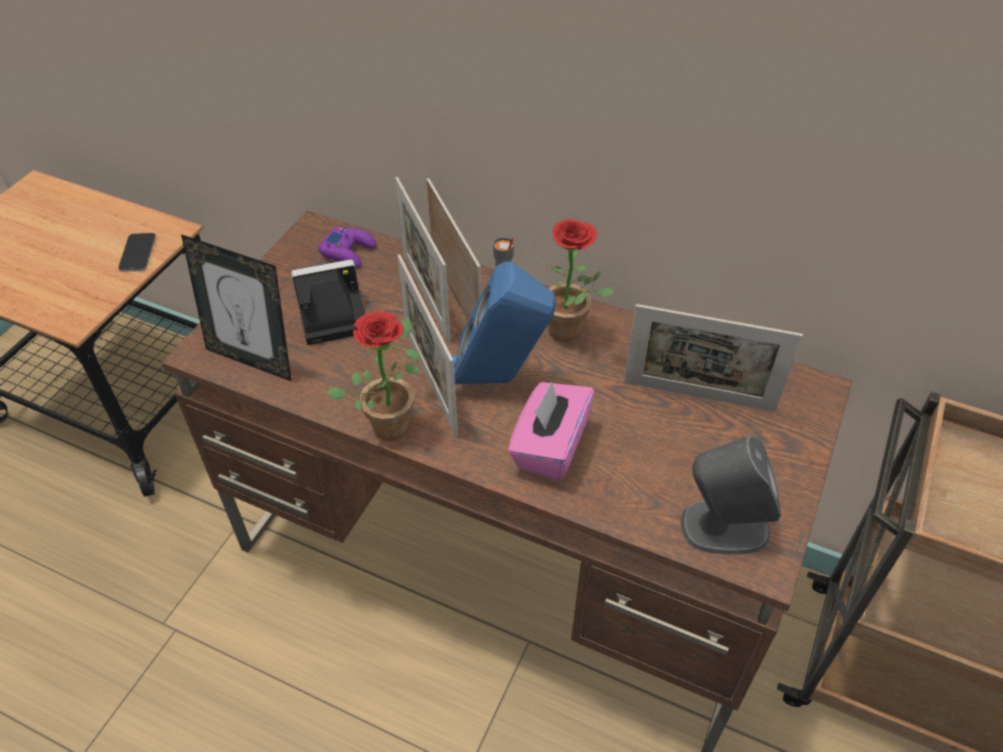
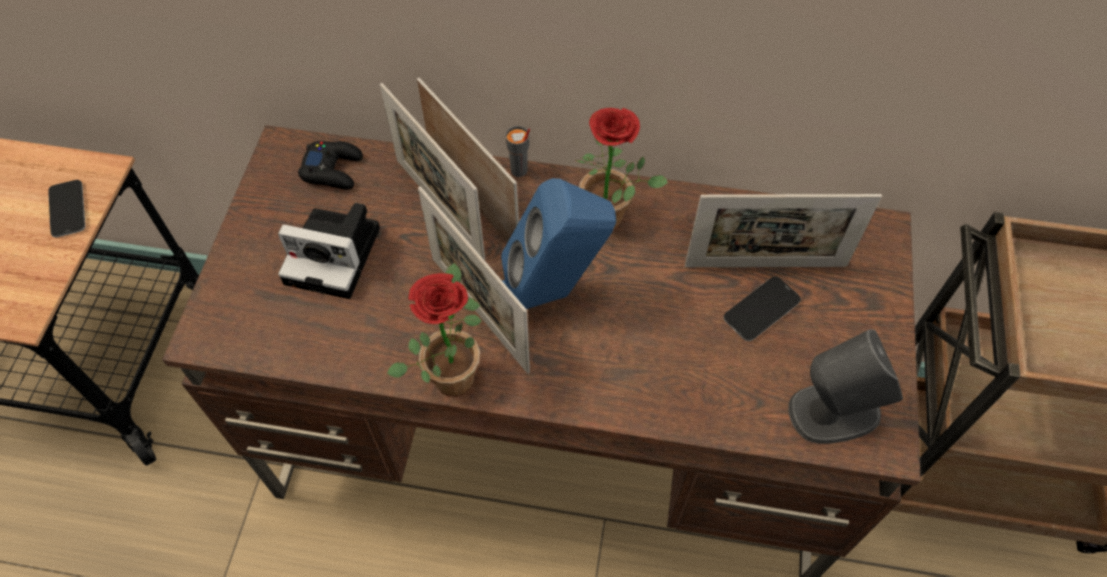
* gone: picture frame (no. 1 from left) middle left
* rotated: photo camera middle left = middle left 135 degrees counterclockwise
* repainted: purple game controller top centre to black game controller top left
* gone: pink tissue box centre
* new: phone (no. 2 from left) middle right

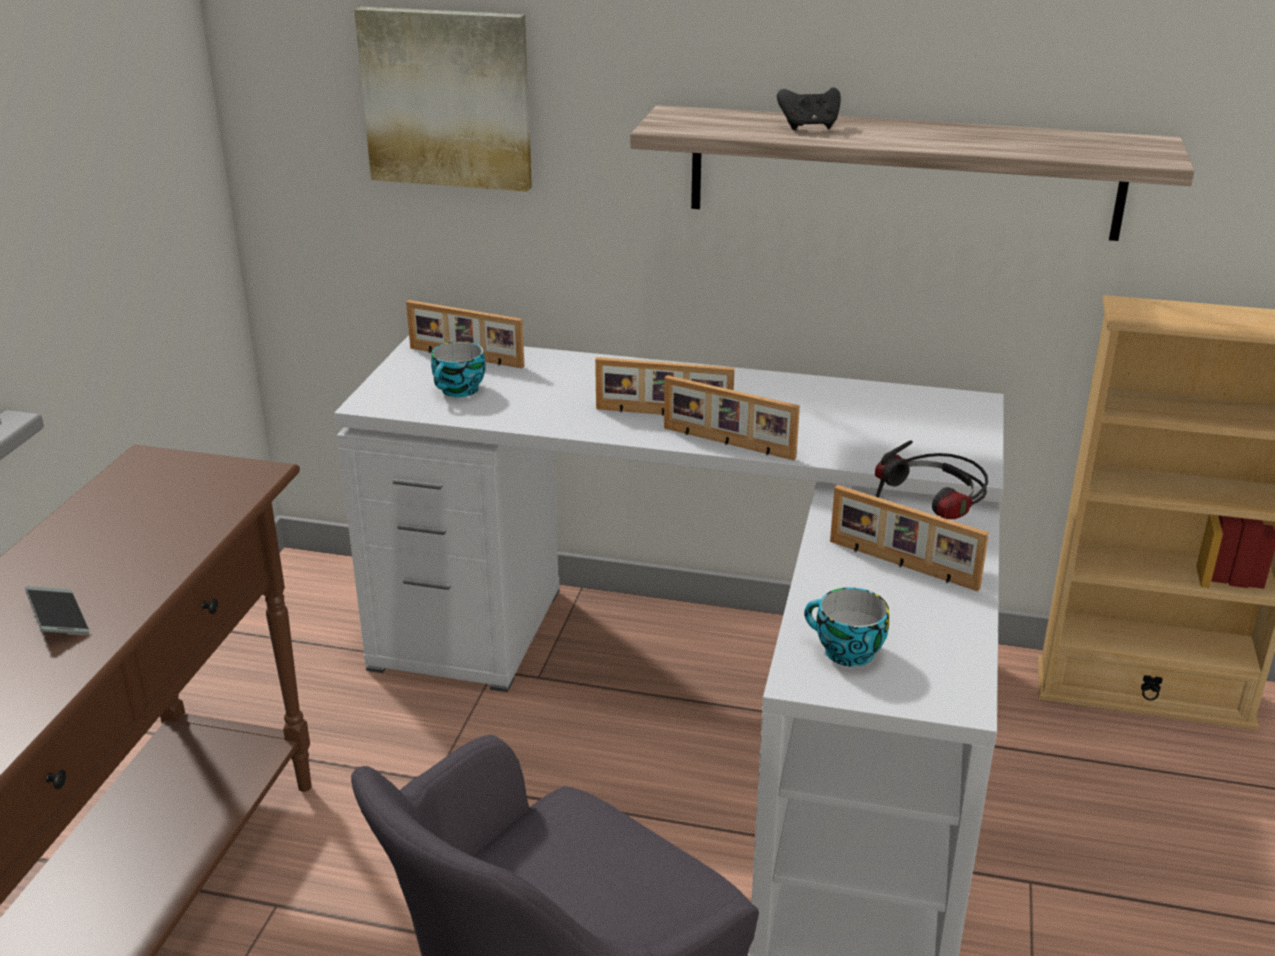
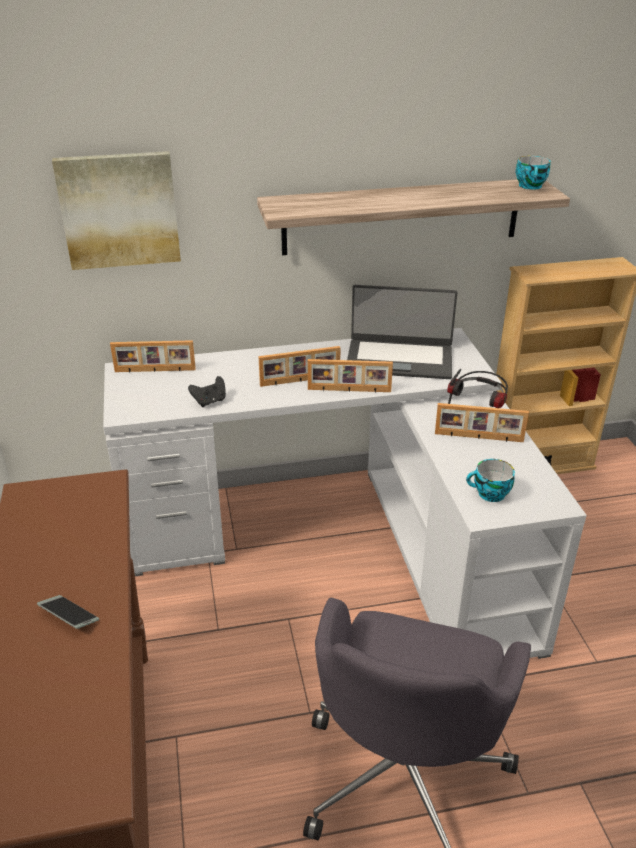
* shifted: cup (no. 1 from left in the first image) centre to cup (no. 2 from left) top right
* shifted: black game controller top centre to middle left
* new: laptop centre

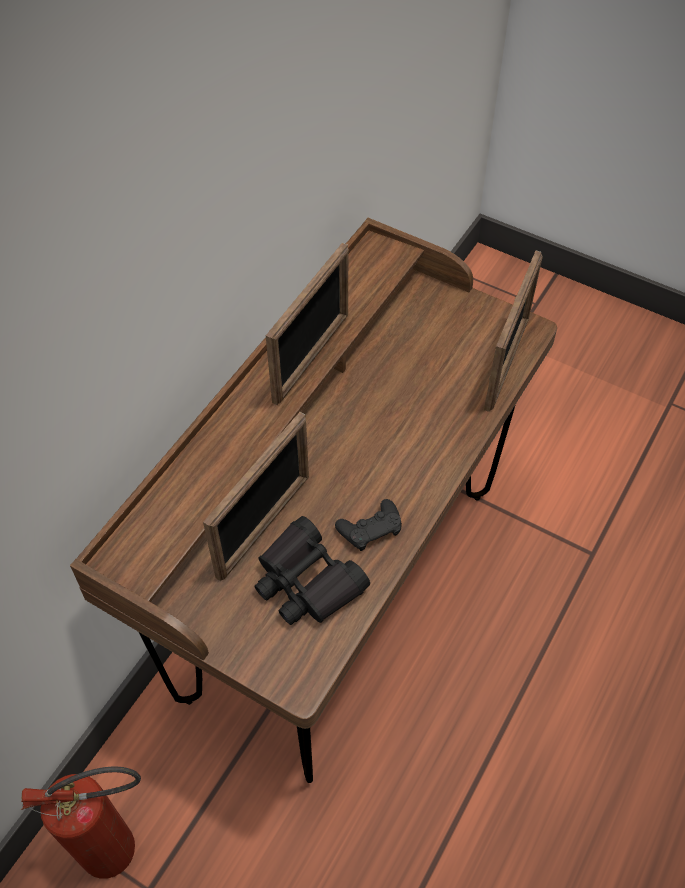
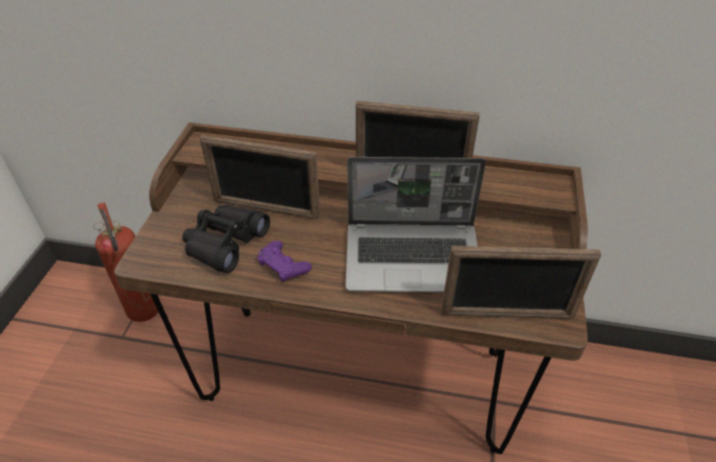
* repainted: black game controller centre to purple game controller centre
* new: laptop centre

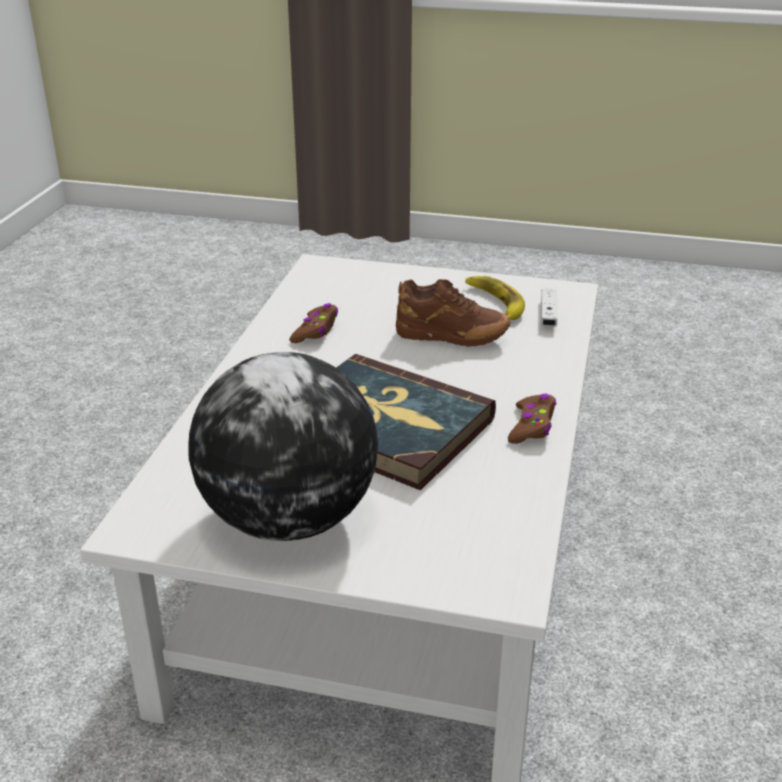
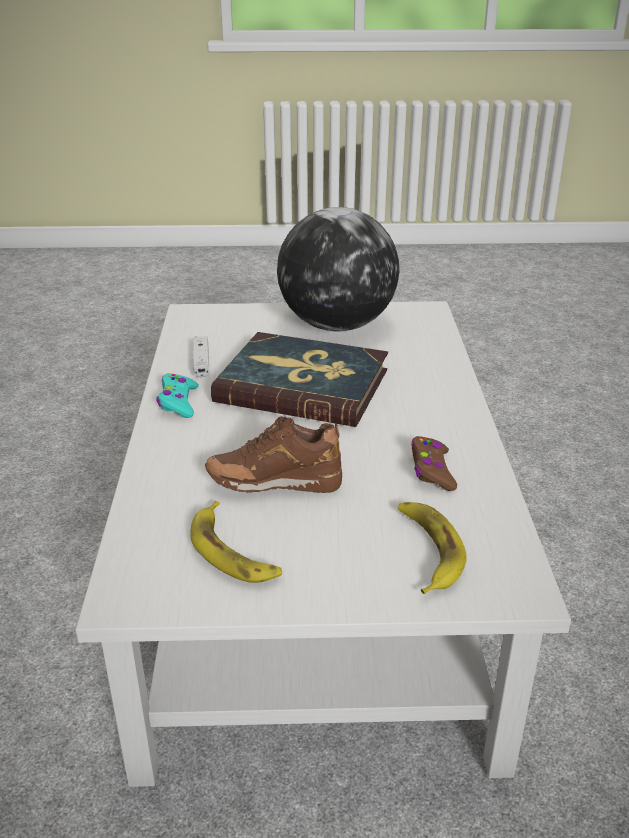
* repainted: brown game controller (no. 2 from left) middle right to turquoise game controller middle left
* shifted: white game controller middle right to middle left
* new: banana (no. 2 from left) middle right

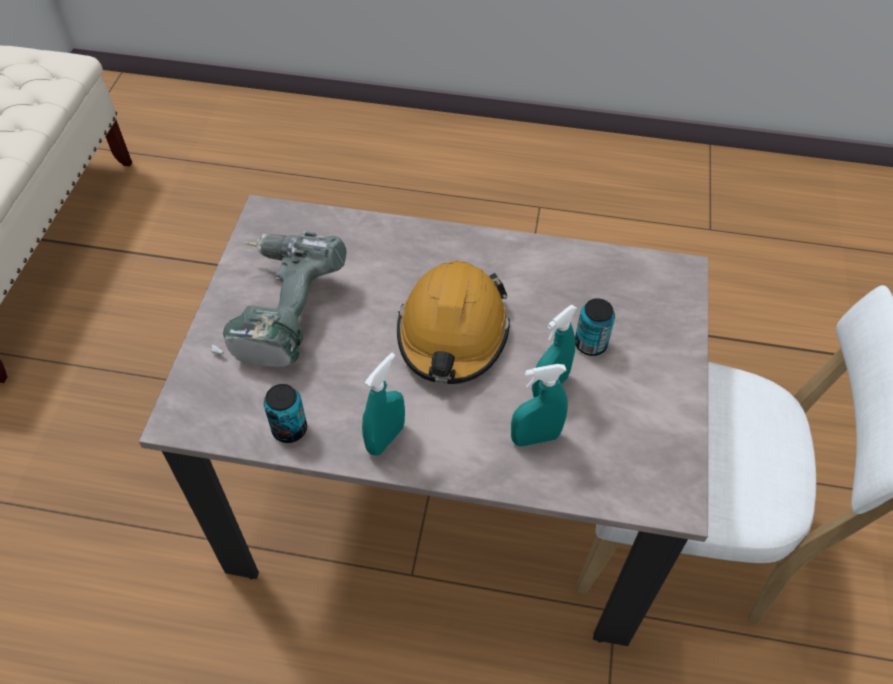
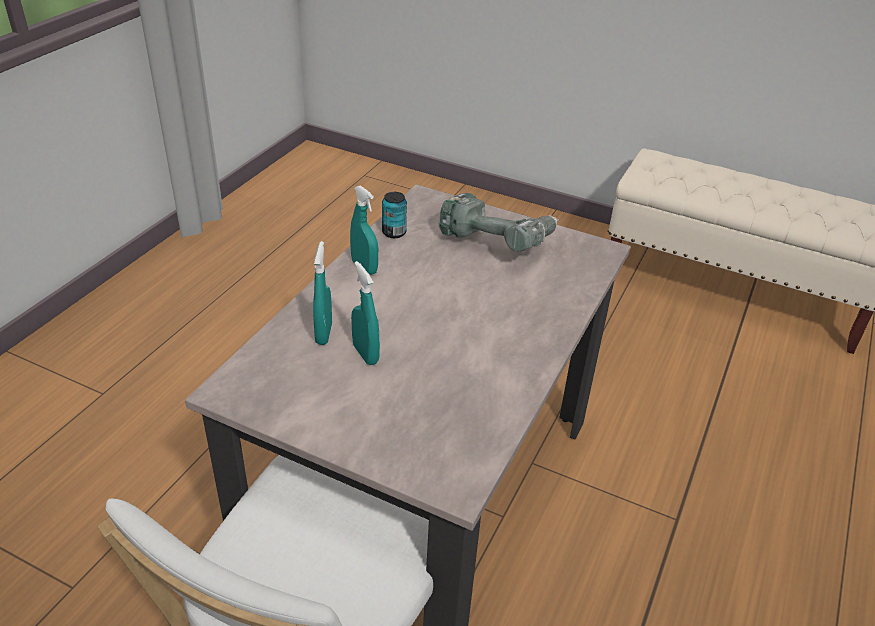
* gone: orange hard hat centre
* gone: can (no. 2 from left) centre

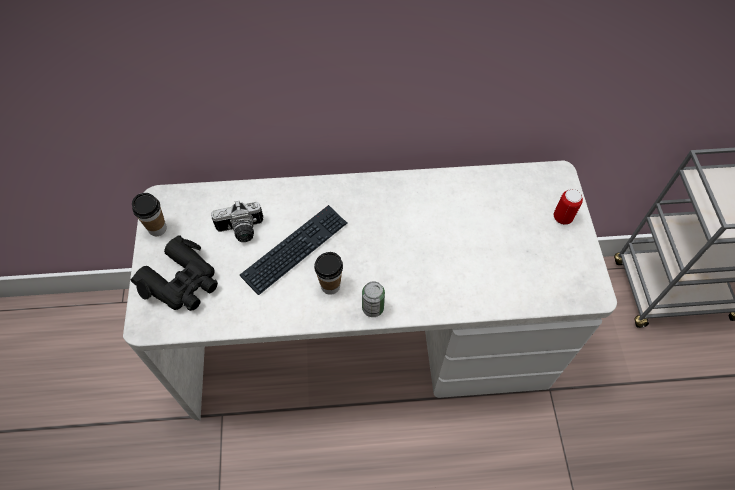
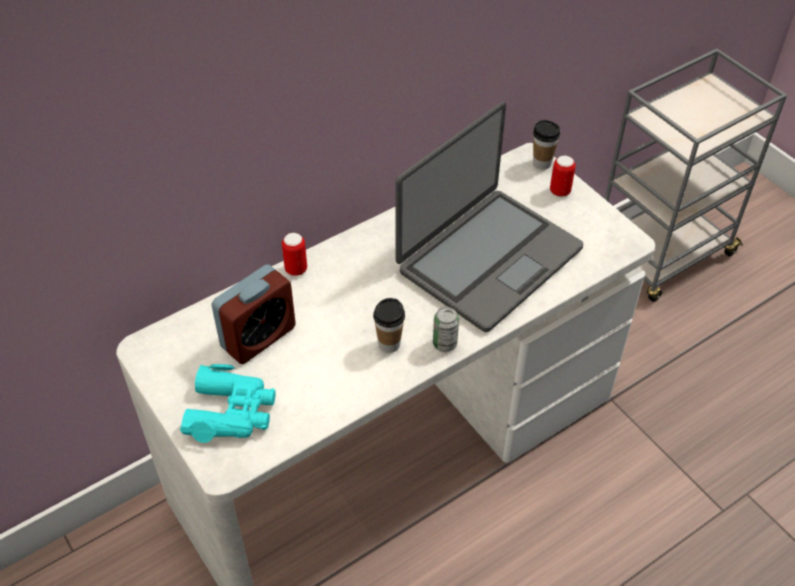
* repainted: black binoculars middle left to turquoise binoculars bottom left
* shifted: cup (no. 1 from left in the first image) middle left to cup (no. 2 from left) top right
* swapped: photo camera middle left to alarm clock middle left
* gone: keyboard centre
* new: can (no. 1 from left) centre
* new: laptop centre

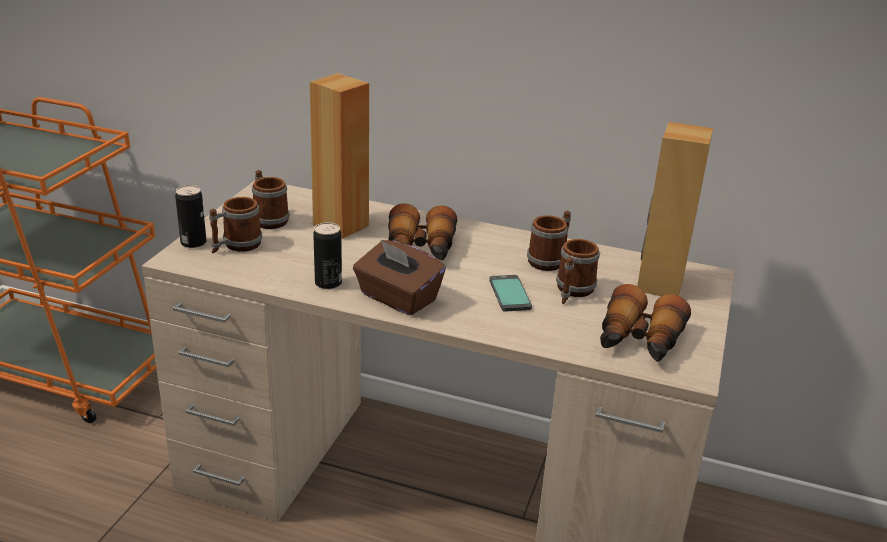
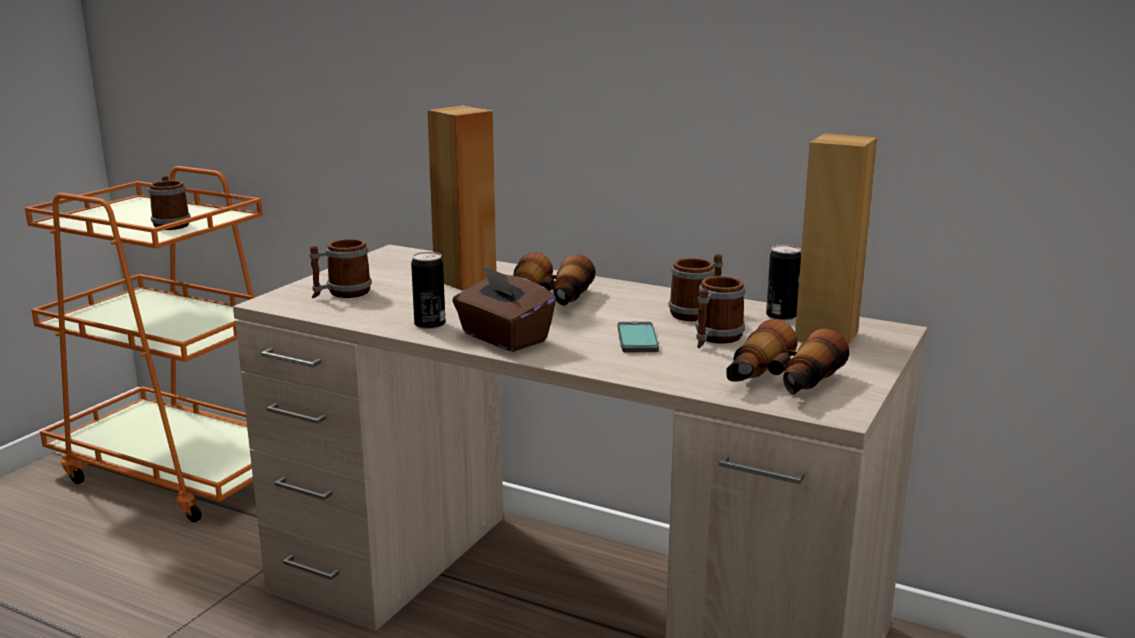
* shifted: can (no. 1 from left in the first image) middle left to can (no. 2 from left) middle right
* shifted: mug (no. 2 from left in the first image) middle left to mug (no. 1 from left) top left

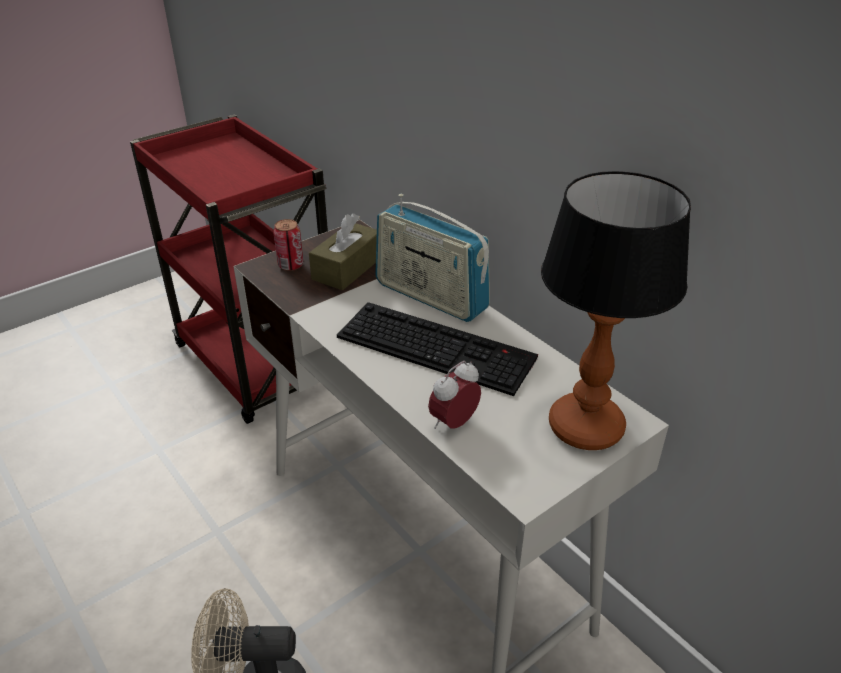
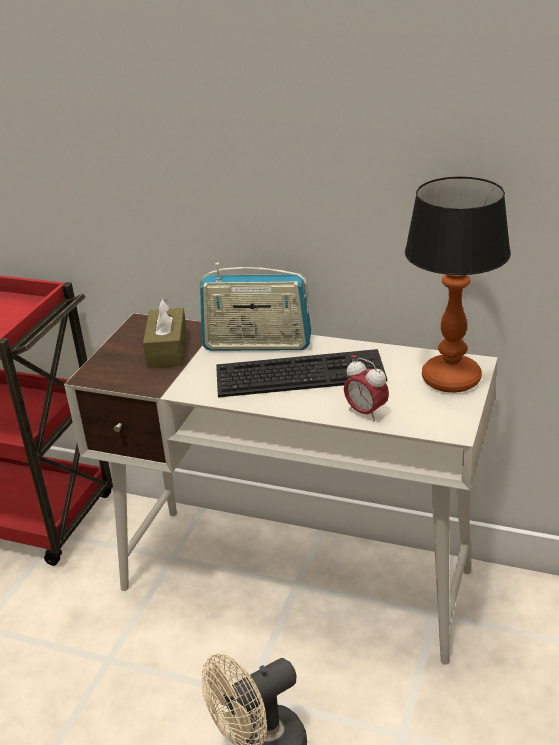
* gone: can centre
* rotated: alarm clock centre = centre 60 degrees counterclockwise

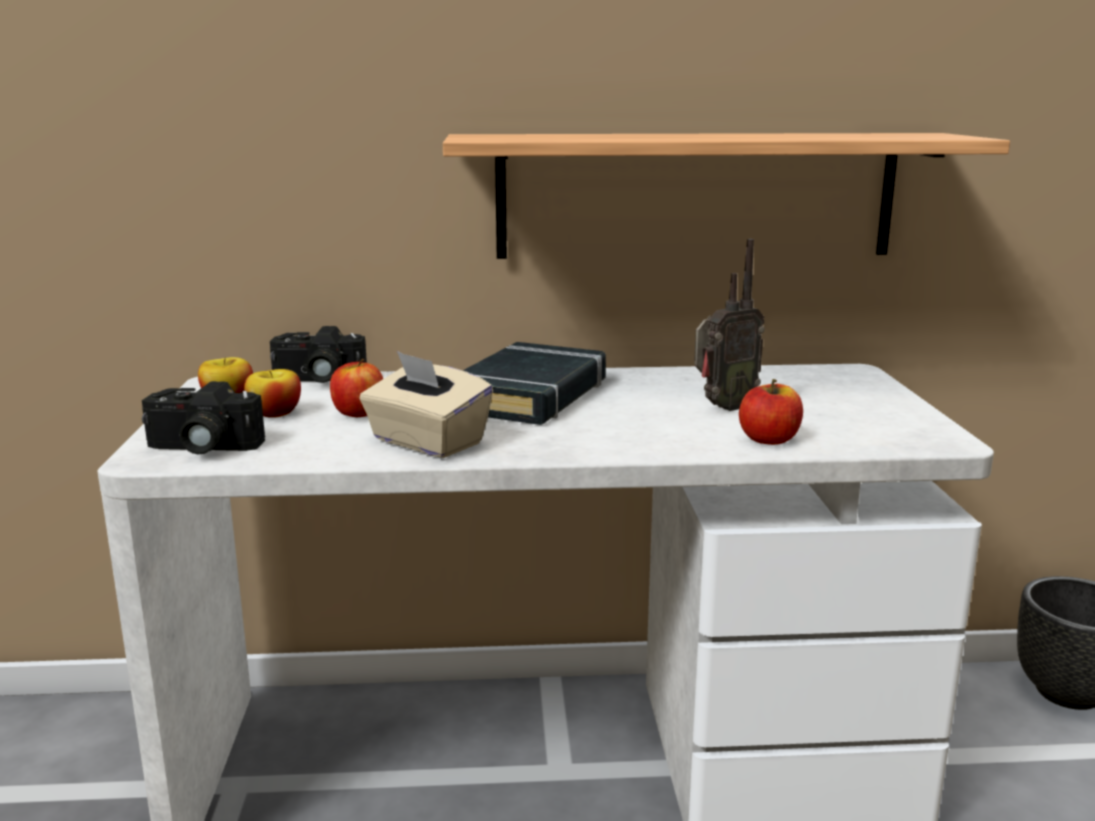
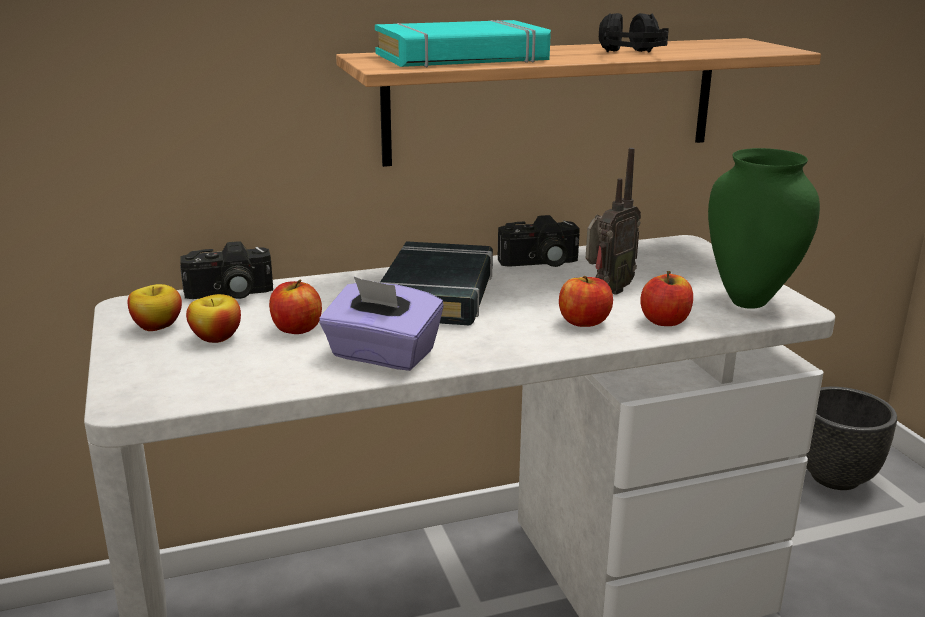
* shifted: photo camera (no. 1 from left in the first image) middle left to photo camera (no. 2 from left) centre
* repainted: beige tissue box centre to purple tissue box centre
* new: turquoise book top centre
* new: apple (no. 4 from left) centre
* new: black headphones top right
* new: green vase middle right

